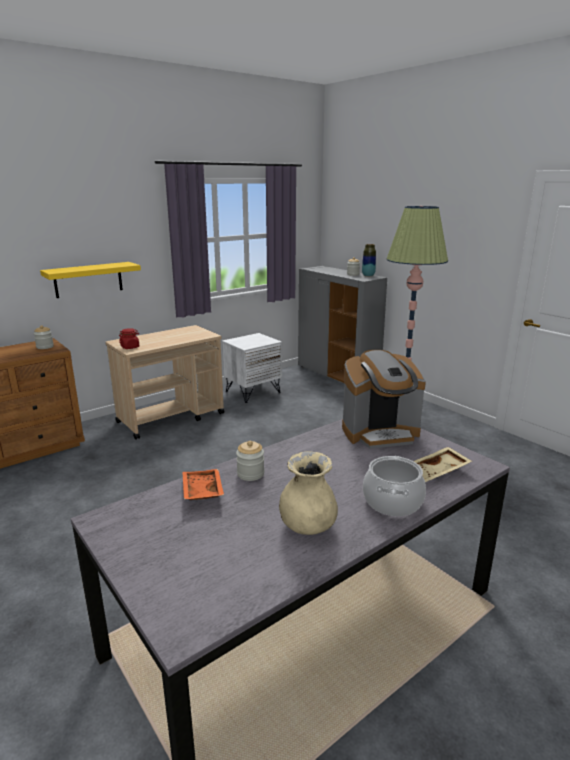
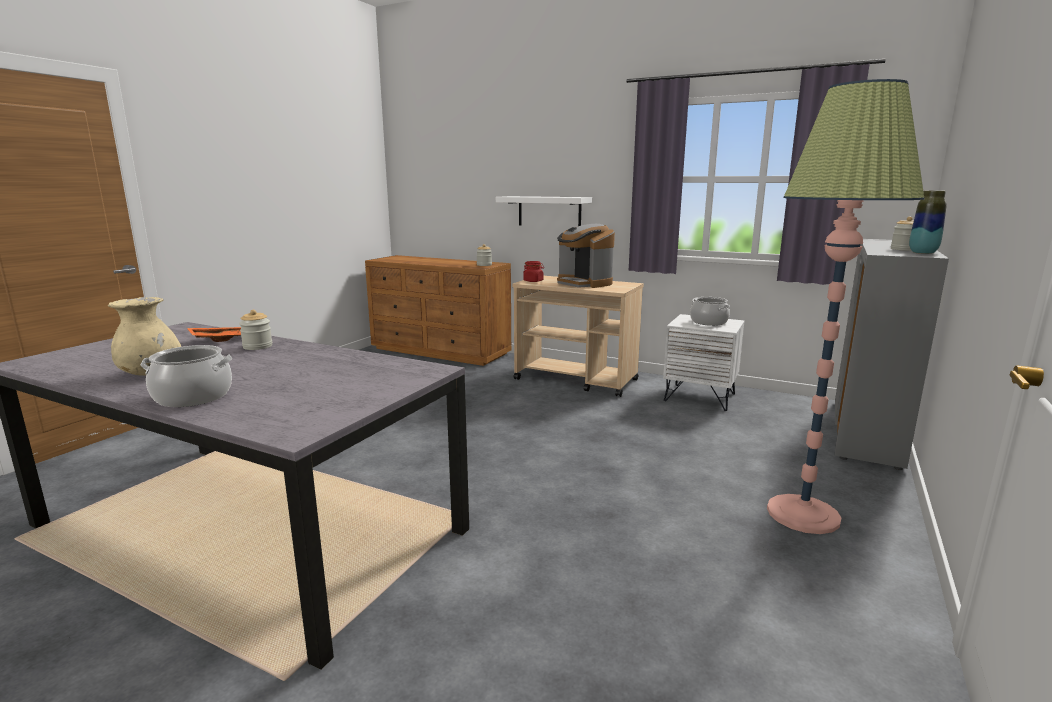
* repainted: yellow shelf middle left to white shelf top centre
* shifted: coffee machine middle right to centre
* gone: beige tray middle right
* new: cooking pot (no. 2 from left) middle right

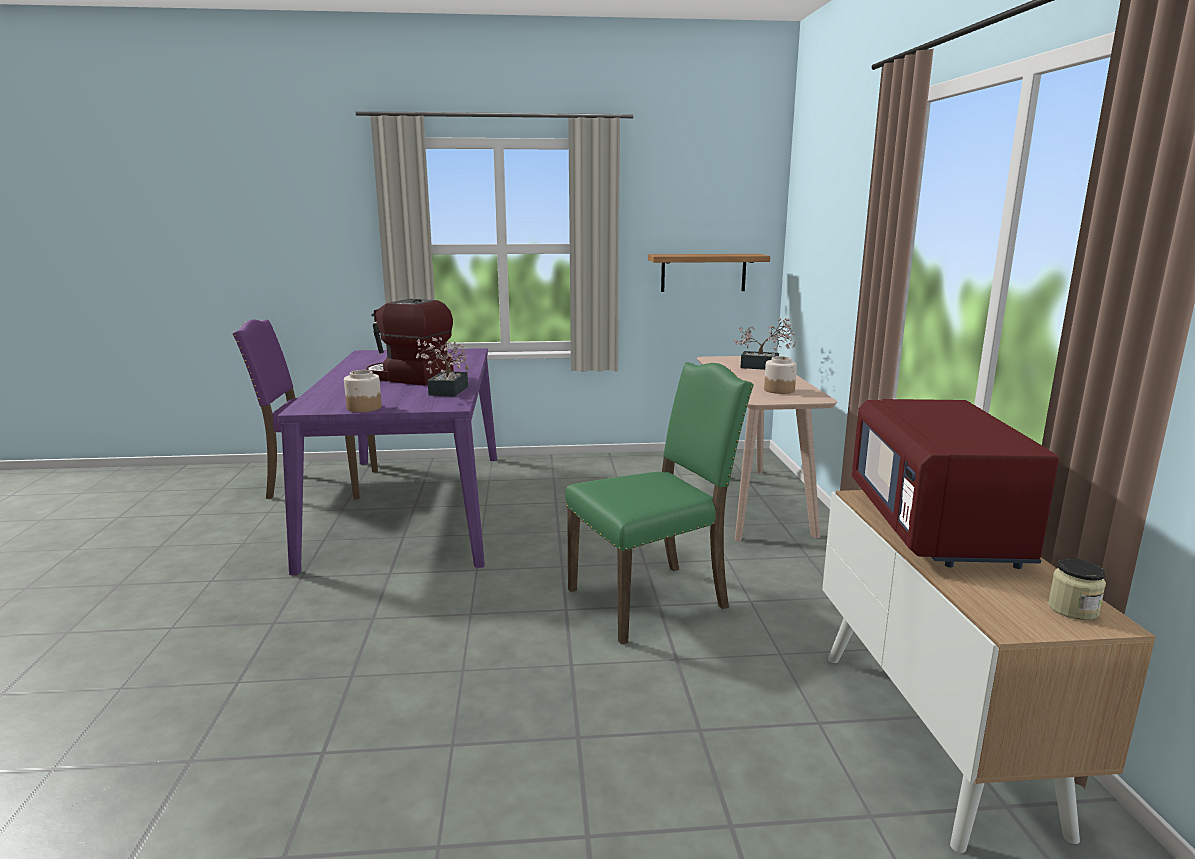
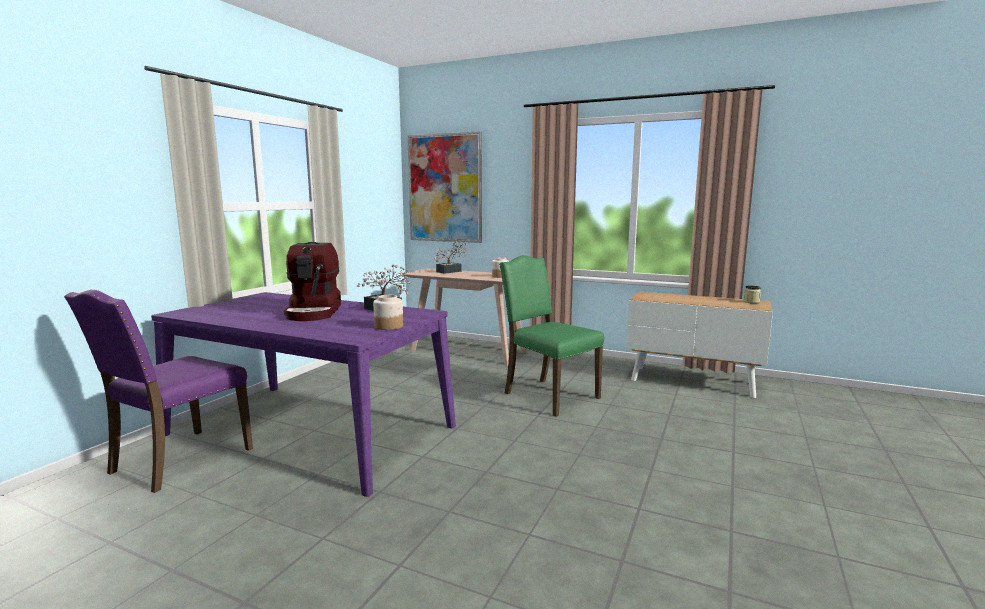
* rotated: coffee machine centre = middle left 60 degrees counterclockwise
* rotated: green chair centre = centre 45 degrees counterclockwise
* gone: shelf top centre
* gone: red microwave middle right
* new: picture top centre

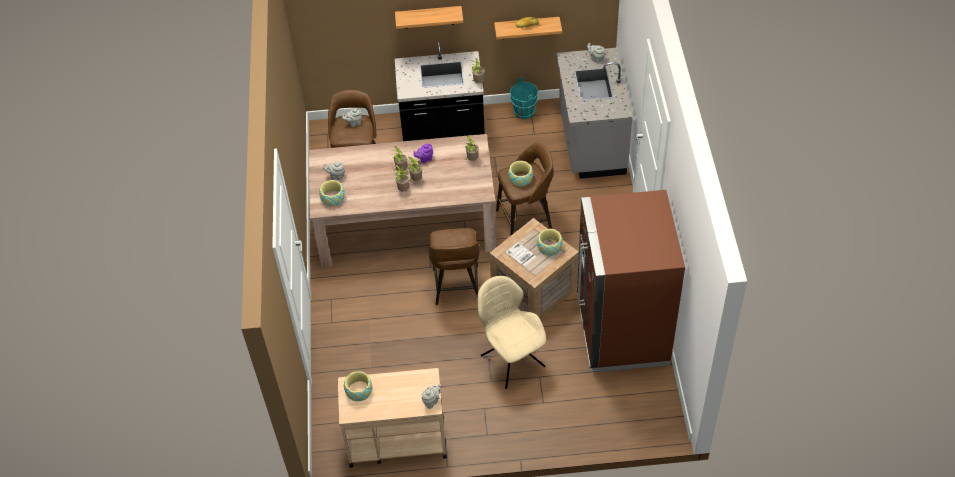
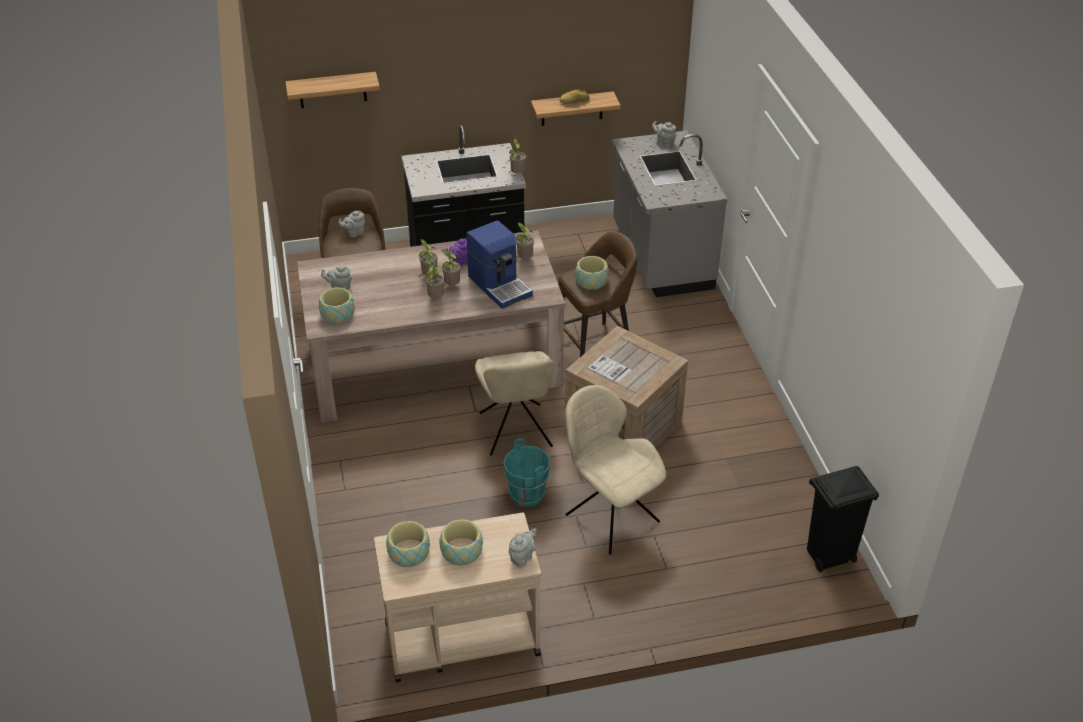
* shifted: shelf (no. 1 from left) top centre to top left
* swapped: brown stool (no. 2 from left) centre to beige chair (no. 1 from left) centre
* shifted: turquoise bucket top centre to centre
* shifted: bowl (no. 4 from left in the first image) centre to bowl (no. 3 from left) bottom centre
* gone: brown fridge centre
* new: coffee machine centre
* new: black trash can bottom right

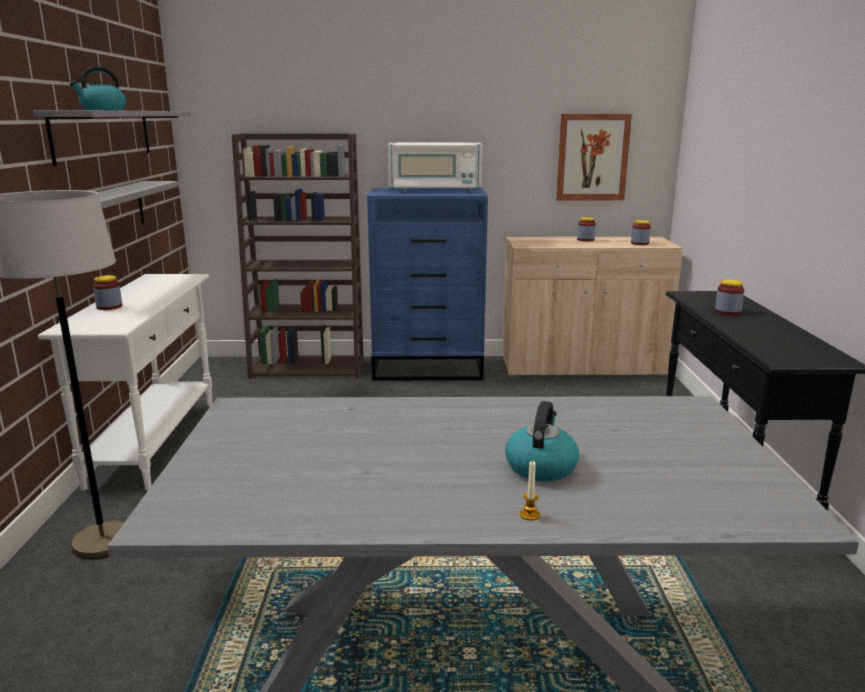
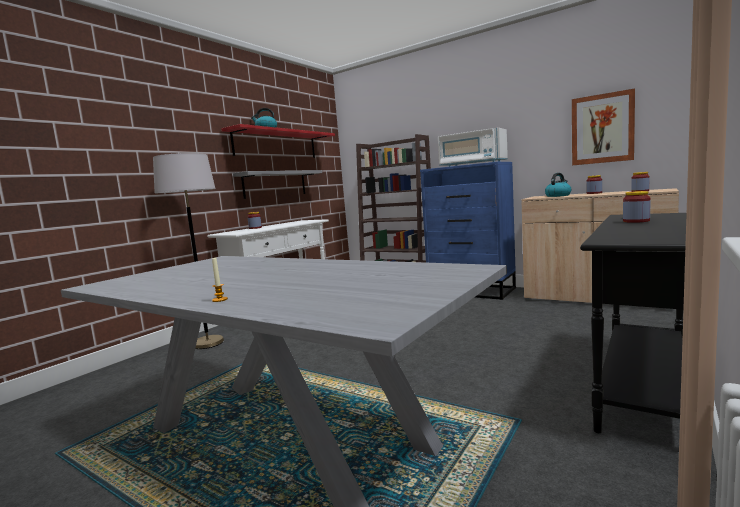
* repainted: grey shelf (no. 1 from left) top left to red shelf top centre
* shifted: kettle (no. 2 from left) centre to middle right

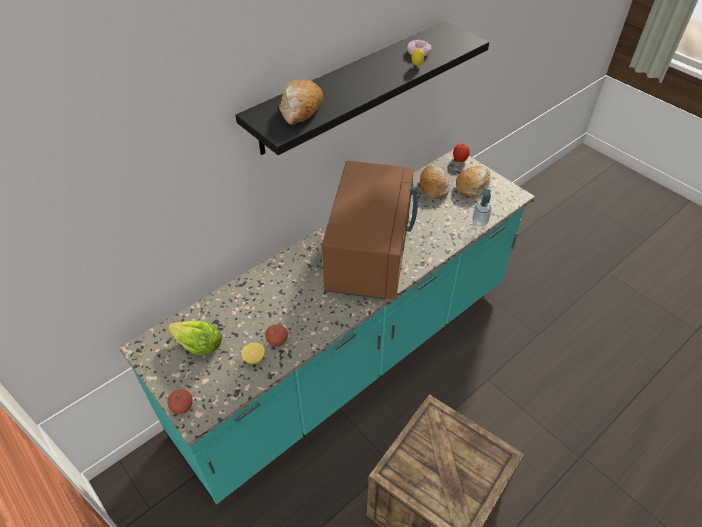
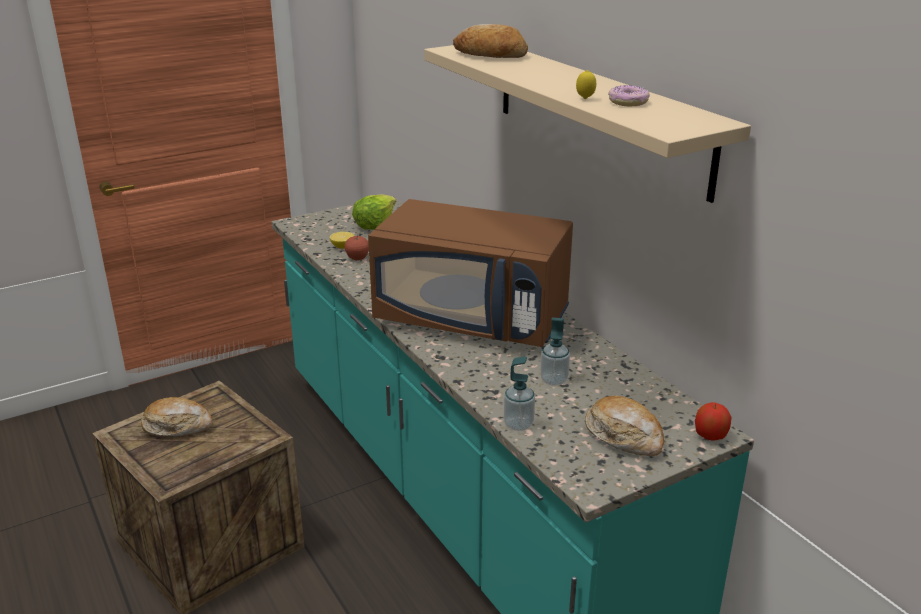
* gone: apple (no. 1 from left) bottom left
* repainted: black shelf top centre to beige shelf top centre
* shifted: bread (no. 2 from left in the first image) centre to bread (no. 1 from left) bottom left
* new: soap dispenser (no. 2 from left) centre

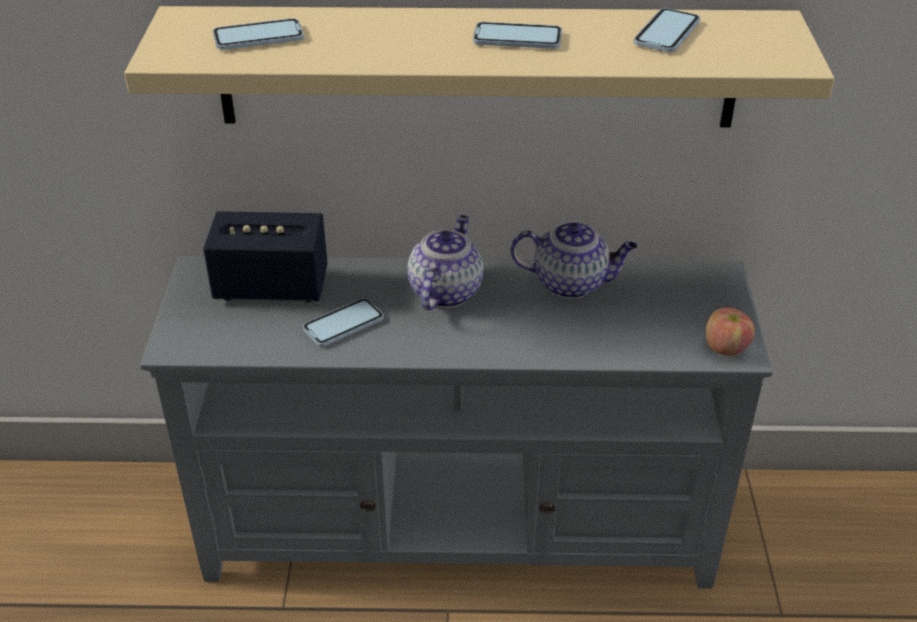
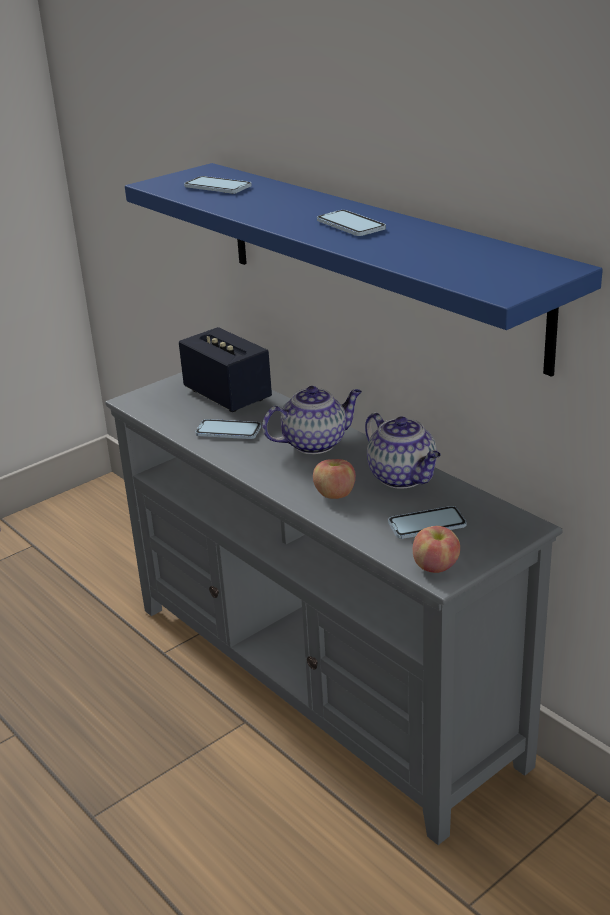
* repainted: beige shelf top centre to blue shelf top centre
* shifted: phone (no. 4 from left) top right to middle right
* new: apple (no. 1 from left) centre

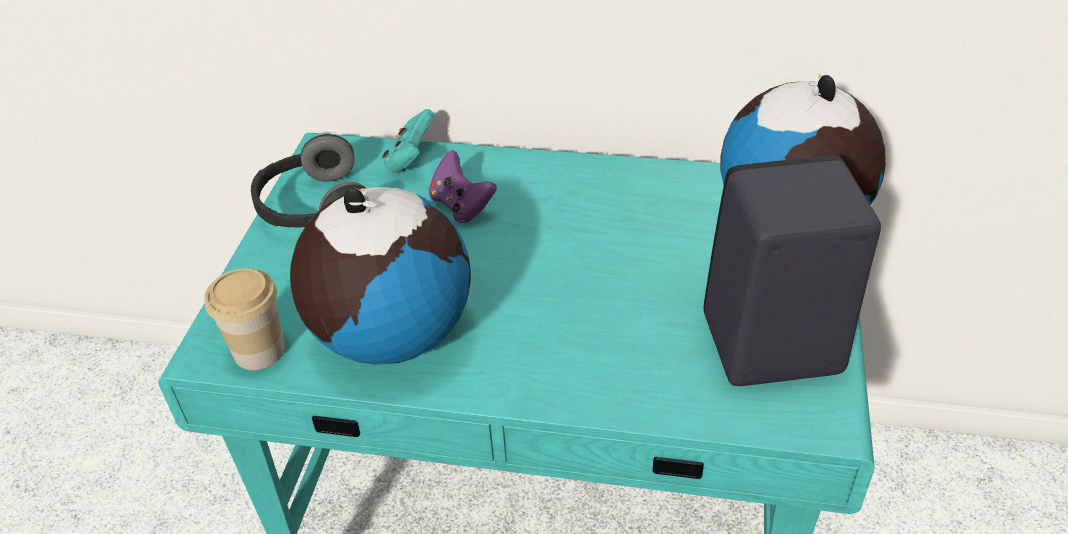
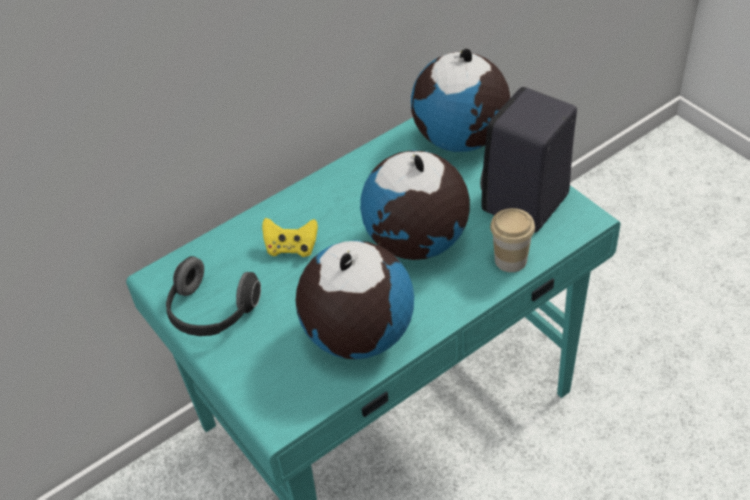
* shifted: cup middle left to middle right
* gone: turquoise game controller top centre
* repainted: purple game controller centre to yellow game controller centre
* new: globe (no. 2 from left) centre

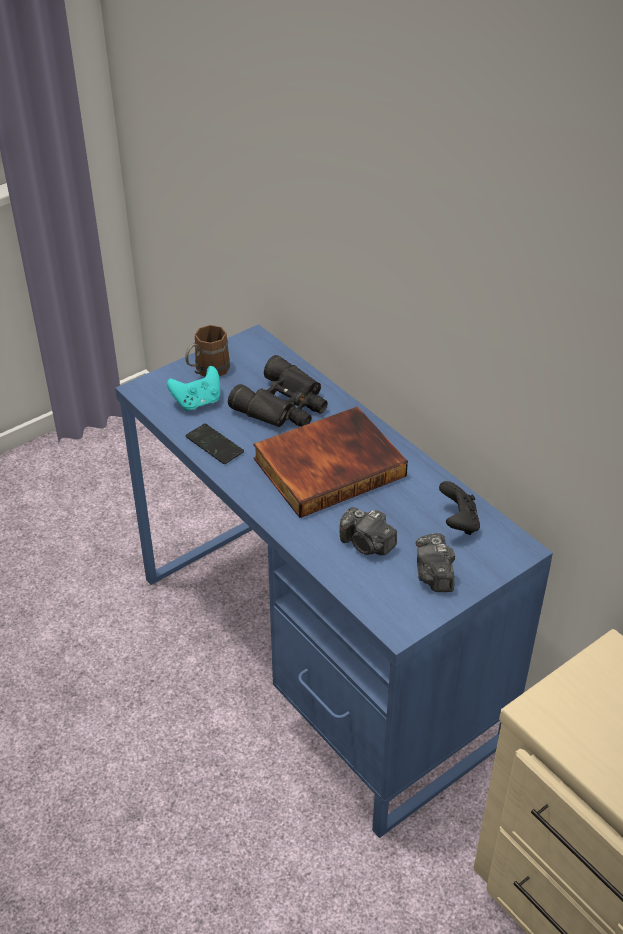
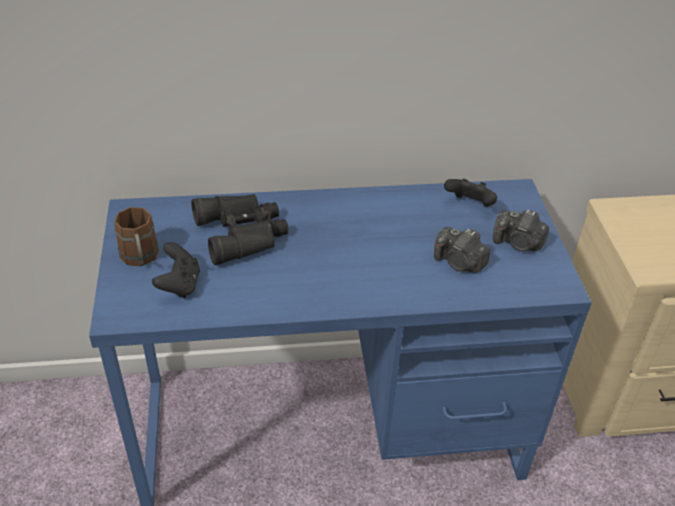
* repainted: turquoise game controller middle left to black game controller (no. 1 from left) middle left
* gone: phone centre
* gone: book centre
* rotated: photo camera (no. 1 from left) centre = middle right 60 degrees clockwise

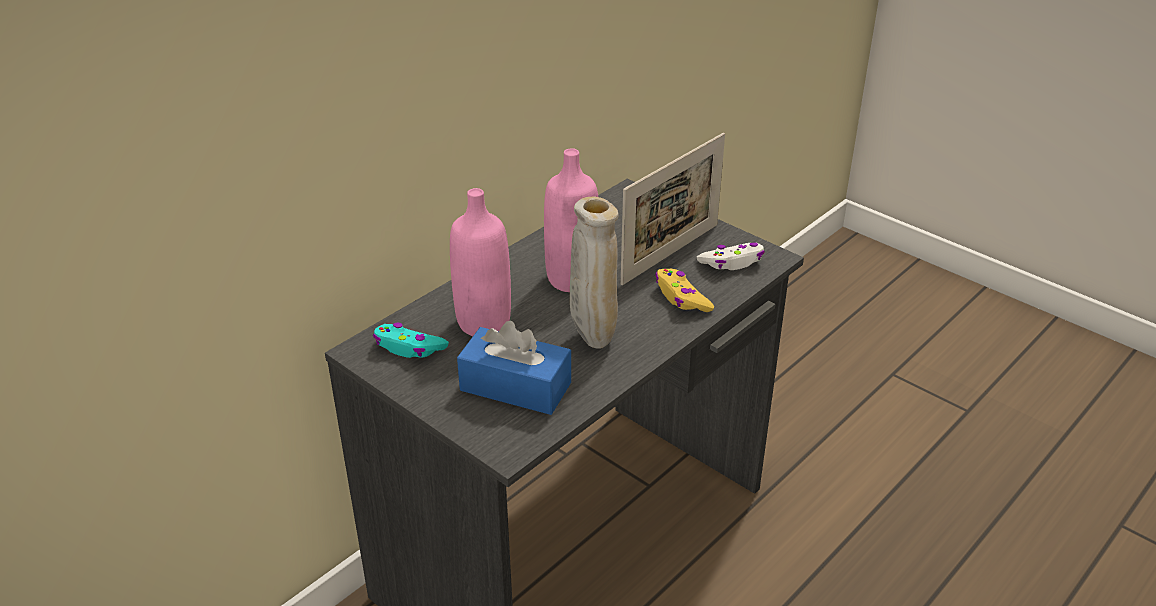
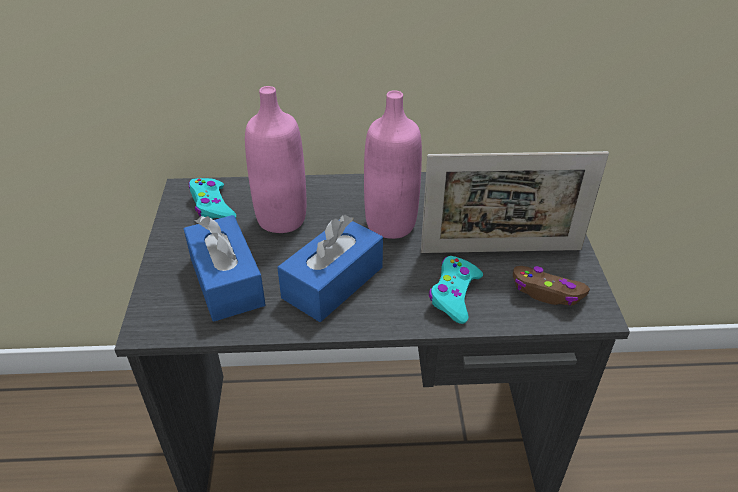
* swapped: beige vase centre to blue tissue box (no. 2 from left) centre
* repainted: yellow game controller centre to turquoise game controller (no. 2 from left) centre
* repainted: white game controller centre to brown game controller middle right

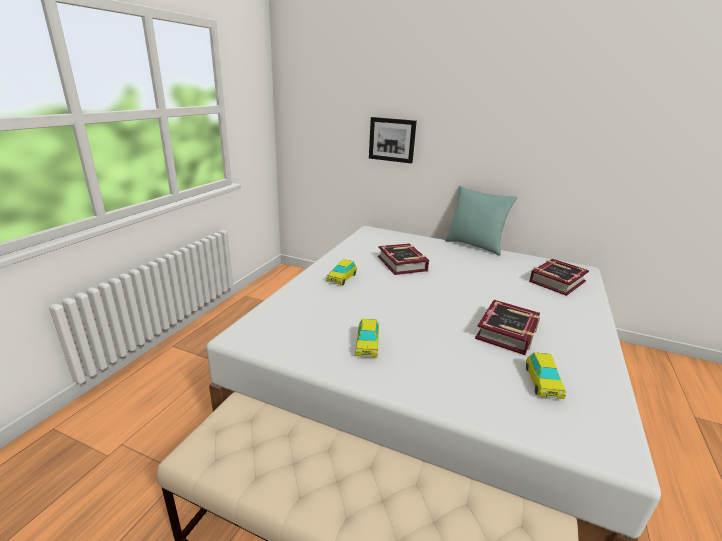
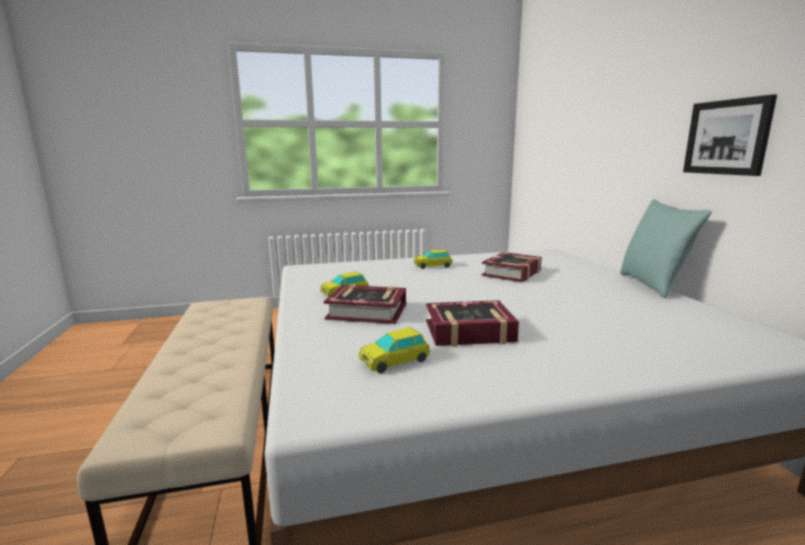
* shifted: picture top centre to top right
* shifted: book (no. 3 from left in the first image) middle right to book (no. 1 from left) centre

